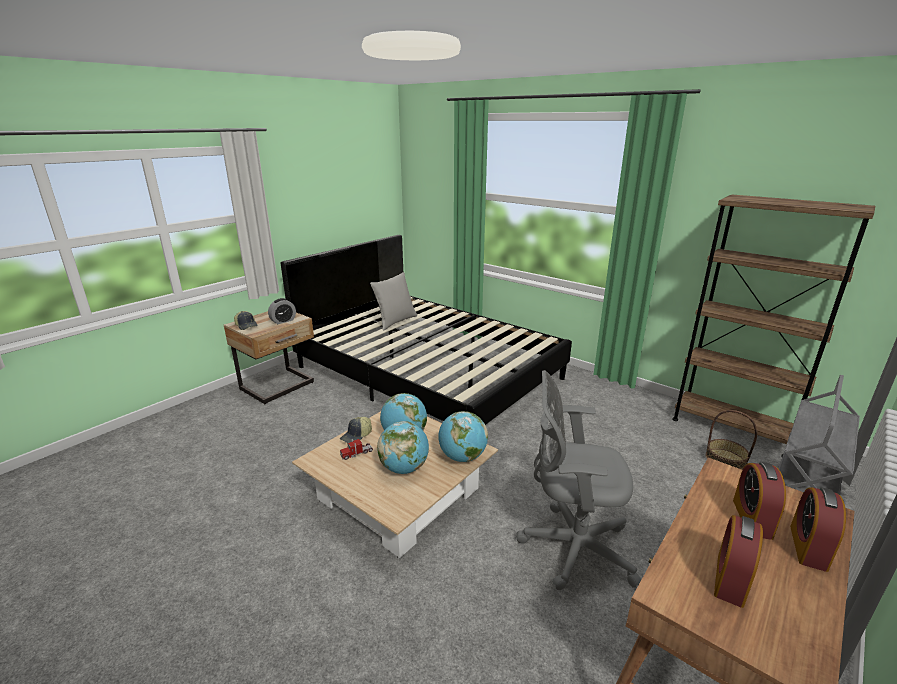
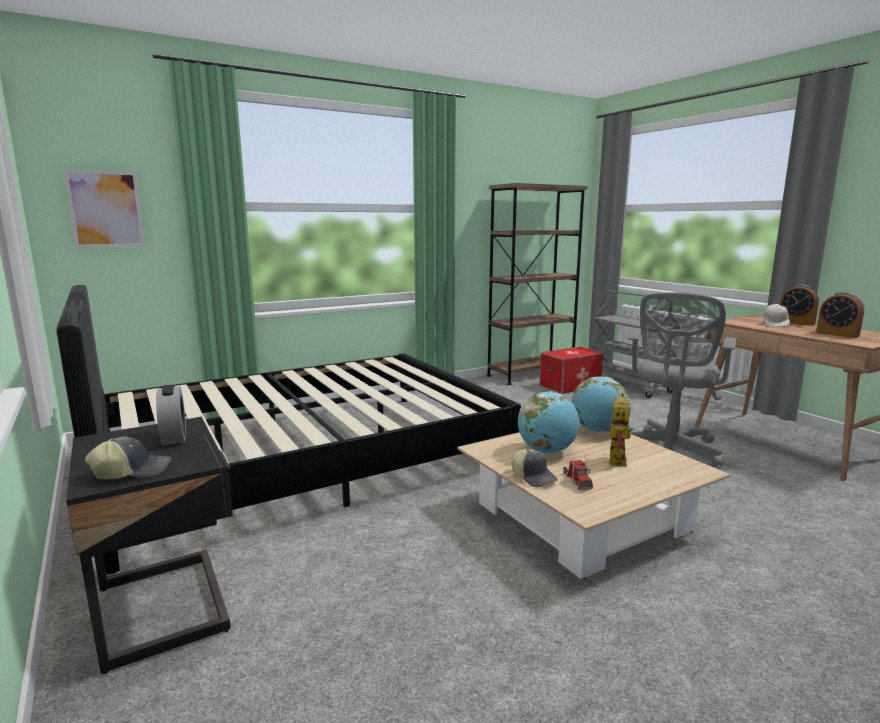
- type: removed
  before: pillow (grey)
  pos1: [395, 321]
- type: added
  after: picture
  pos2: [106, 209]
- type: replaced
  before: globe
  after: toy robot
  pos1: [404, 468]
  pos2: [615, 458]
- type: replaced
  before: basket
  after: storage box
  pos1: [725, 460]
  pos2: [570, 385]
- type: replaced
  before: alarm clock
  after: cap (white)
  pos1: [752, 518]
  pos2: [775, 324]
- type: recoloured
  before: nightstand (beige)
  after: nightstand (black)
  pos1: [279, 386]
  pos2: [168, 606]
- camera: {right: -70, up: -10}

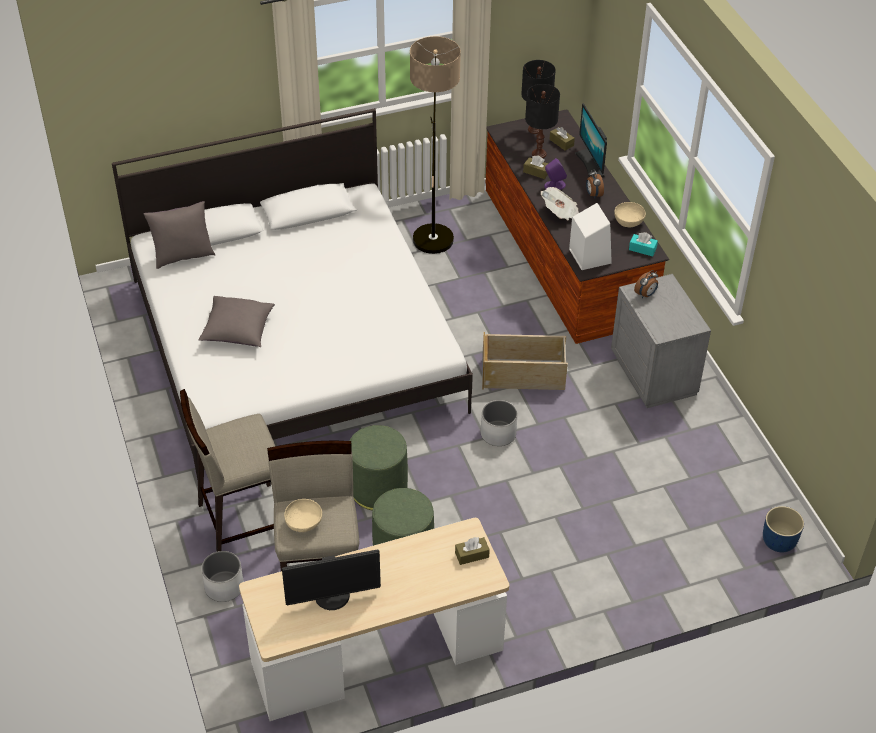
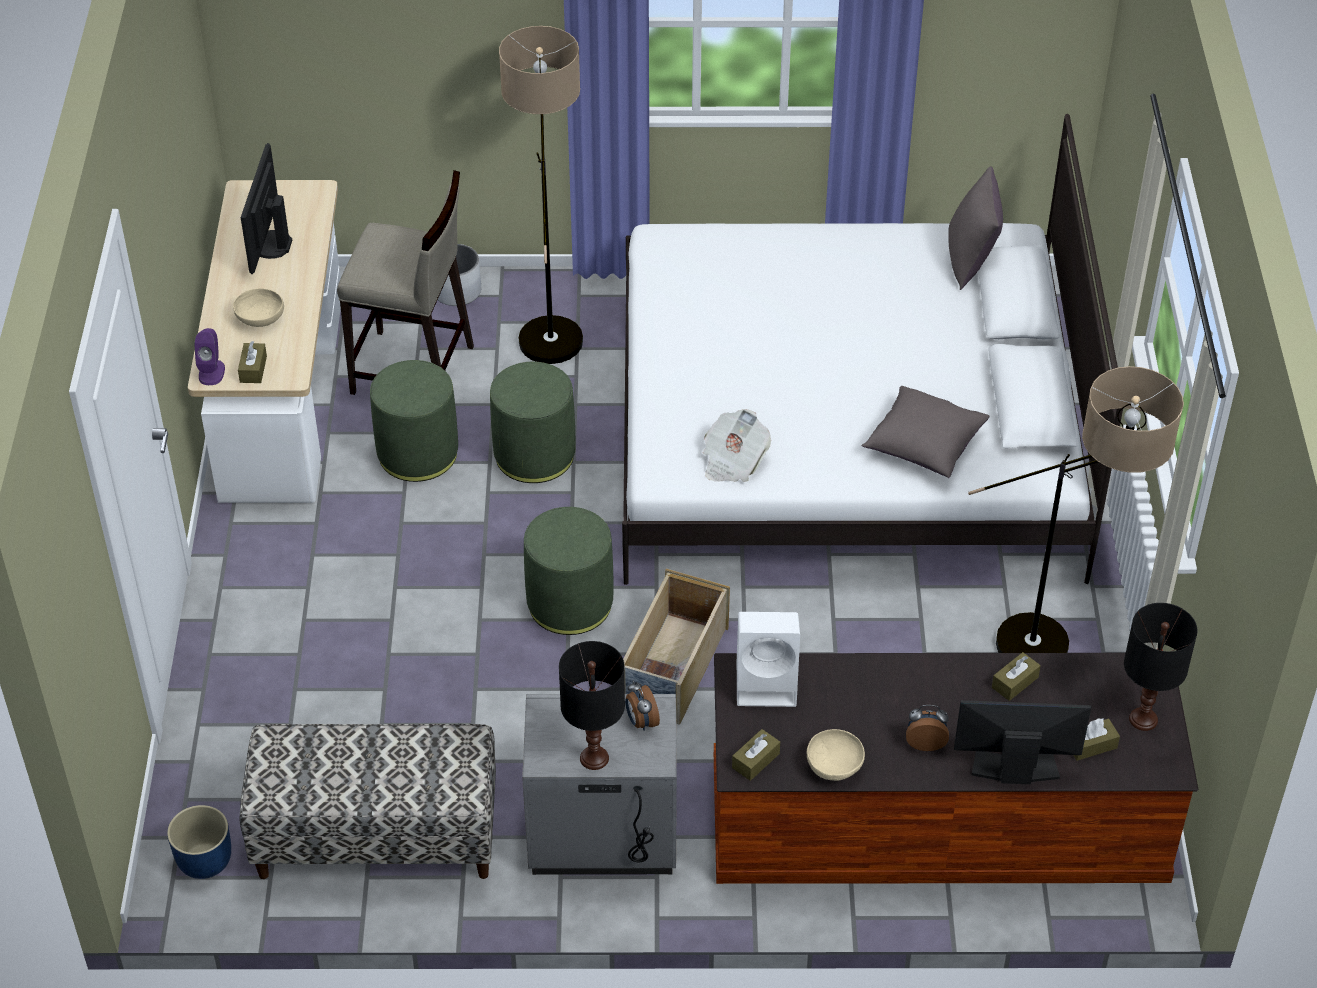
- type: added
  after: bench
  pos2: [376, 838]
- type: moved
  before: pillow (grey)
  pos1: [237, 331]
  pos2: [923, 445]
- type: moved
  before: bowl (beige)
  pos1: [304, 523]
  pos2: [260, 319]
- type: moved
  before: table lamp (black)
  pos1: [539, 154]
  pos2: [594, 758]
- type: moved
  before: newspaper
  pos1: [561, 213]
  pos2: [733, 461]
- type: moved
  before: speaker (purple)
  pos1: [554, 185]
  pos2: [211, 372]
- type: replaced
  before: stool (beige)
  after: floor lamp
  pos1: [242, 519]
  pos2: [550, 324]
- type: replaced
  before: planter (white)
  after: ottoman (green)
  pos1: [498, 434]
  pos2: [569, 603]
- type: recoloured
  before: tissue box (turquoise)
  after: tissue box (brown)
  pos1: [642, 249]
  pos2: [755, 760]
- camera: {right: 110, up: 0}

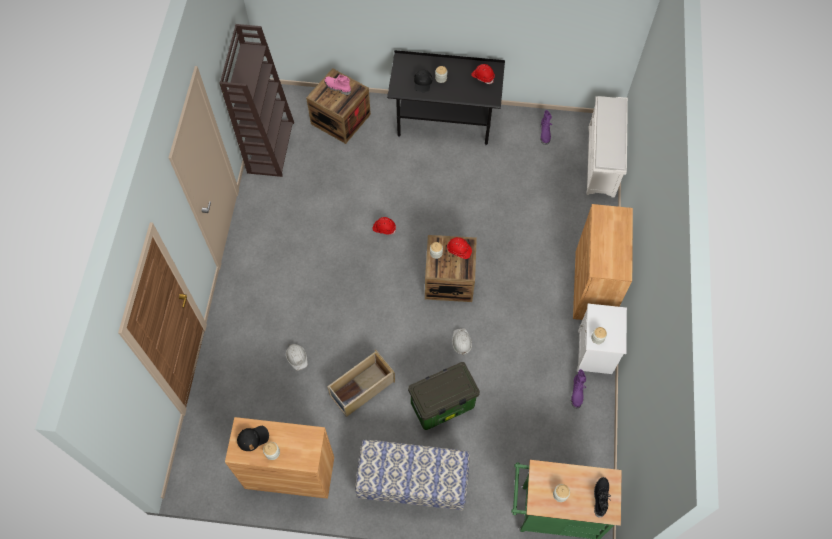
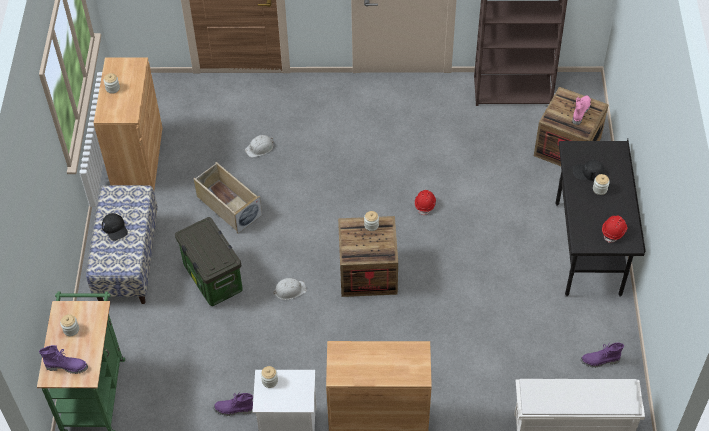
- type: removed
  before: hard hat (red)
  pos1: [459, 250]
- type: moved
  before: cap (black)
  pos1: [253, 438]
  pos2: [115, 228]
- type: recoloured
  before: boot (black)
  after: boot (purple)
  pos1: [600, 497]
  pos2: [67, 366]
- camera: {right: 85, up: -10}

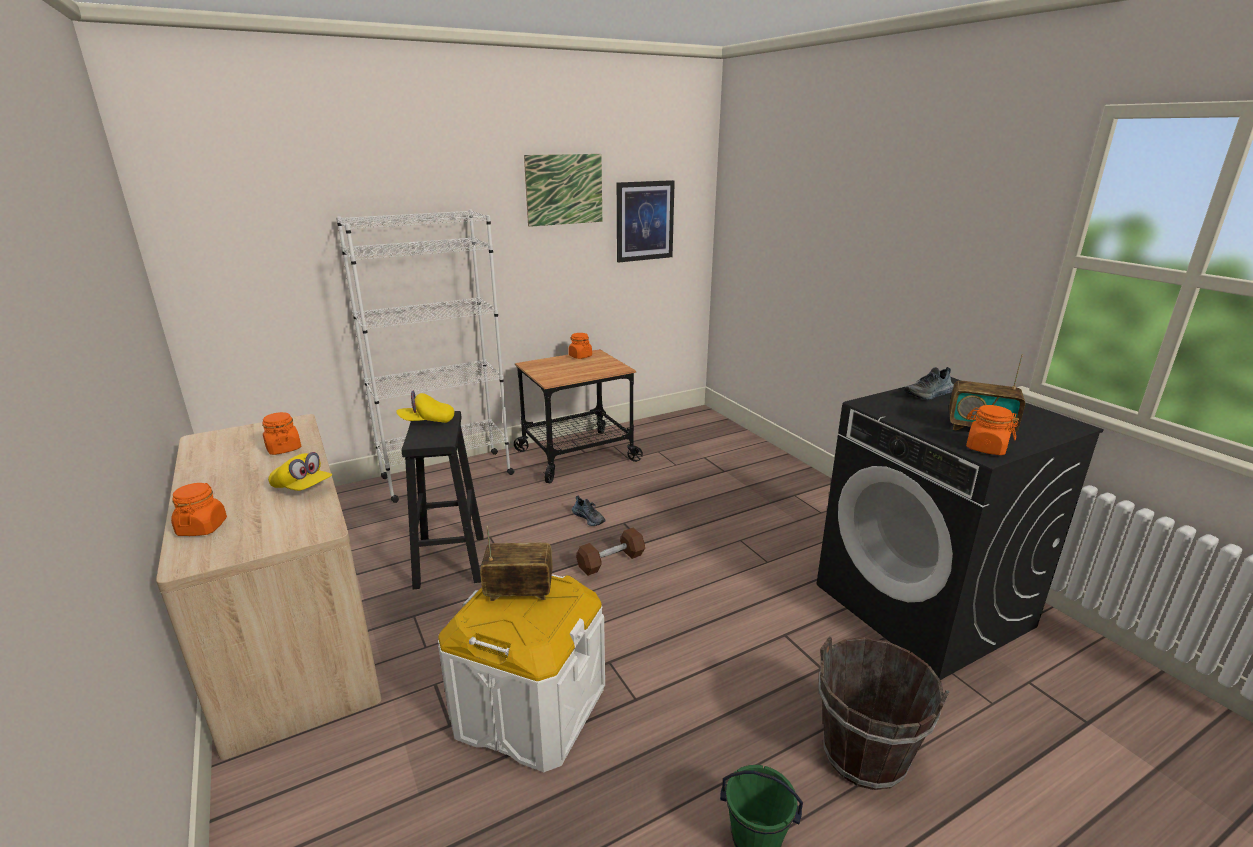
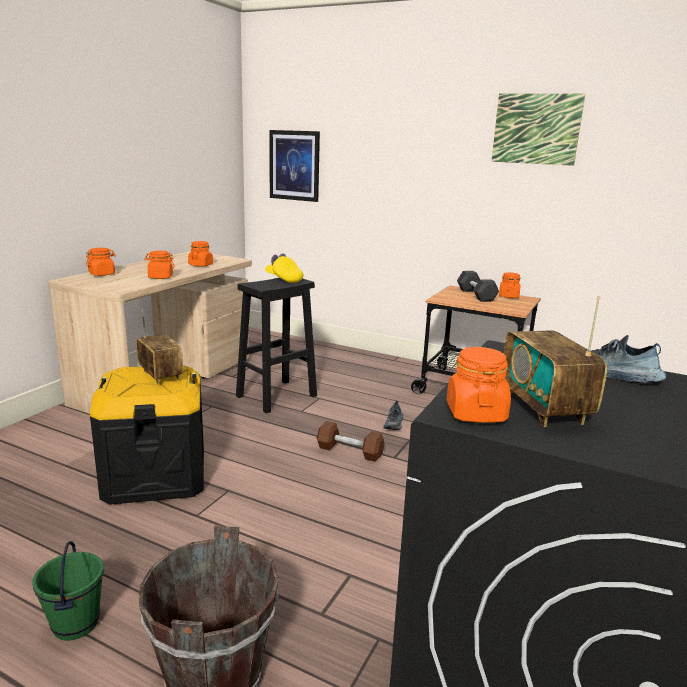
- type: removed
  before: bookcase (white)
  pos1: [447, 476]
- type: added
  after: dumbbell (black)
  pos2: [476, 295]
- type: moved
  before: picture
  pos1: [644, 221]
  pos2: [294, 165]
- type: replaced
  before: cap (yellow)
  after: jar (orange)
  pos1: [303, 488]
  pos2: [160, 277]
- type: recoloured
  before: storage box (white)
  after: storage box (black)
  pos1: [529, 709]
  pos2: [155, 475]
- camera: {right: 55, up: -5}

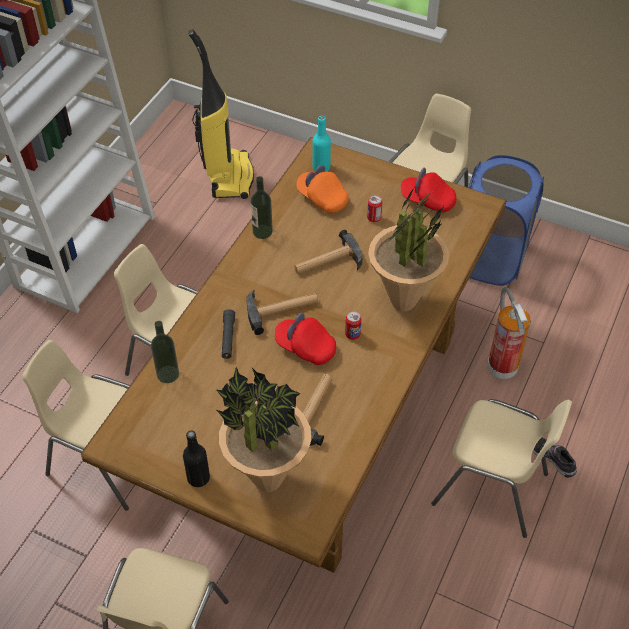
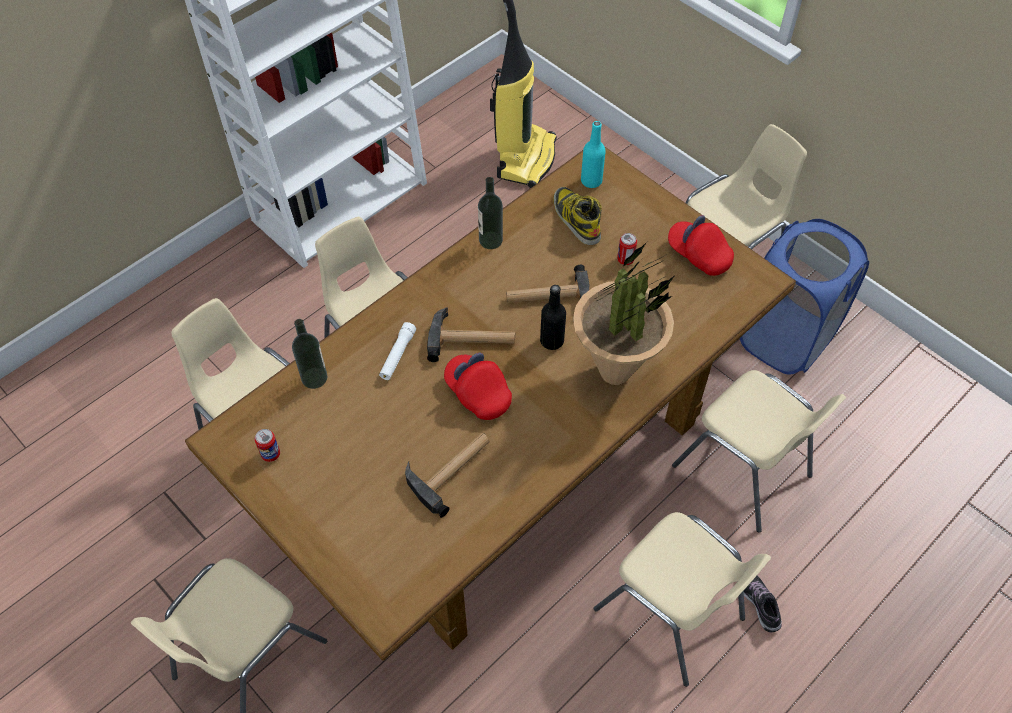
- type: removed
  before: potted plant
  pos1: [267, 479]
- type: moved
  before: bottle (black)
  pos1: [198, 478]
  pos2: [552, 341]
- type: moved
  before: can
  pos1: [352, 334]
  pos2: [270, 454]
- type: replaced
  before: cap (orange)
  after: boot
  pos1: [322, 198]
  pos2: [575, 219]
- type: replaced
  before: fire extinguisher
  after: chair (beige)
  pos1: [501, 367]
  pos2: [743, 471]
- type: recoloured
  before: flashlight (black)
  after: flashlight (white)
  pos1: [228, 337]
  pos2: [397, 355]
- camera: {right: 20, up: 5}

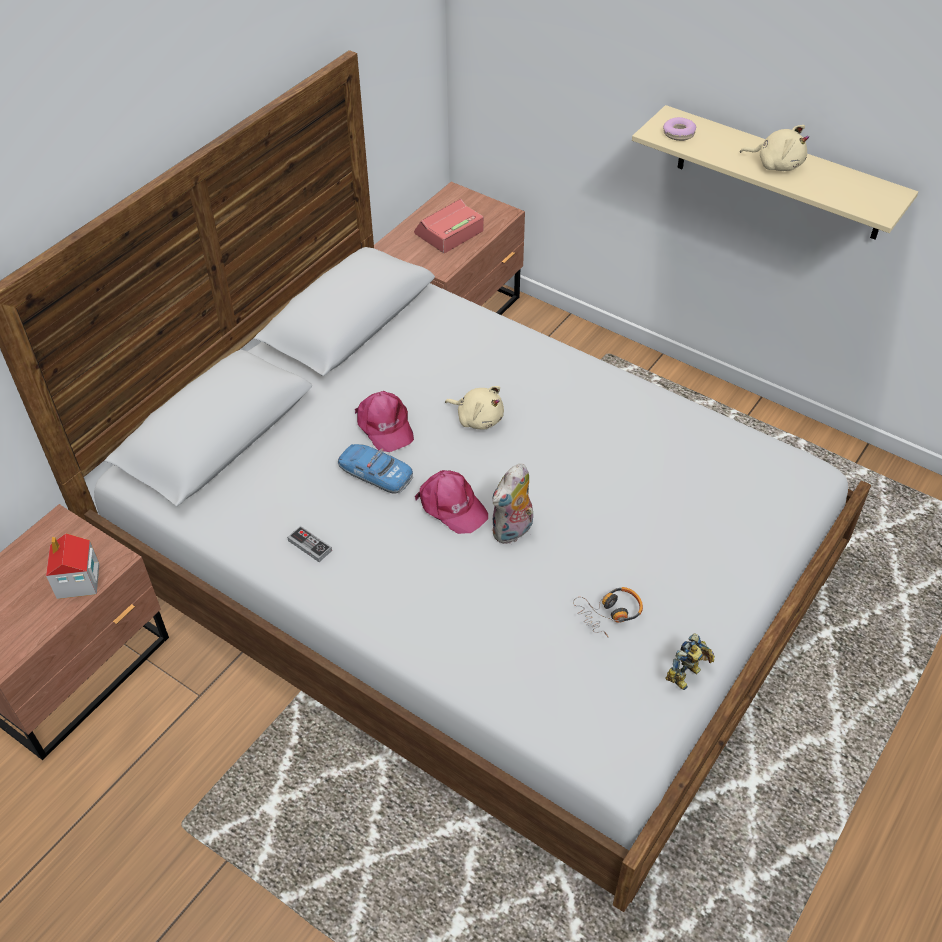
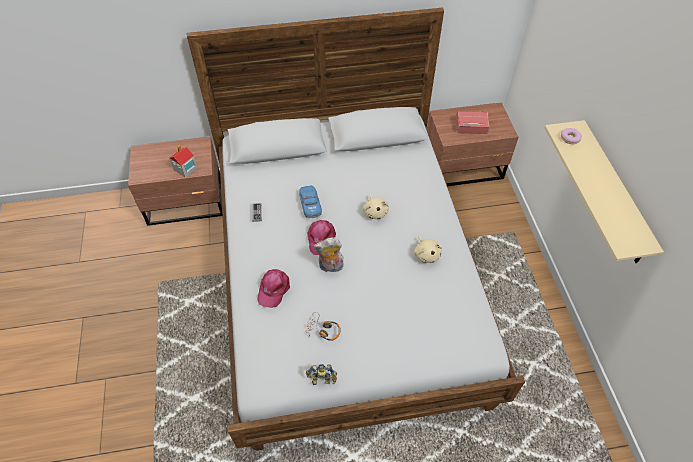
- type: moved
  before: cap (pink)
  pos1: [384, 426]
  pos2: [273, 289]
- type: moved
  before: plush toy (beige)
  pos1: [776, 164]
  pos2: [426, 254]
- camera: {right: 45, up: 5}

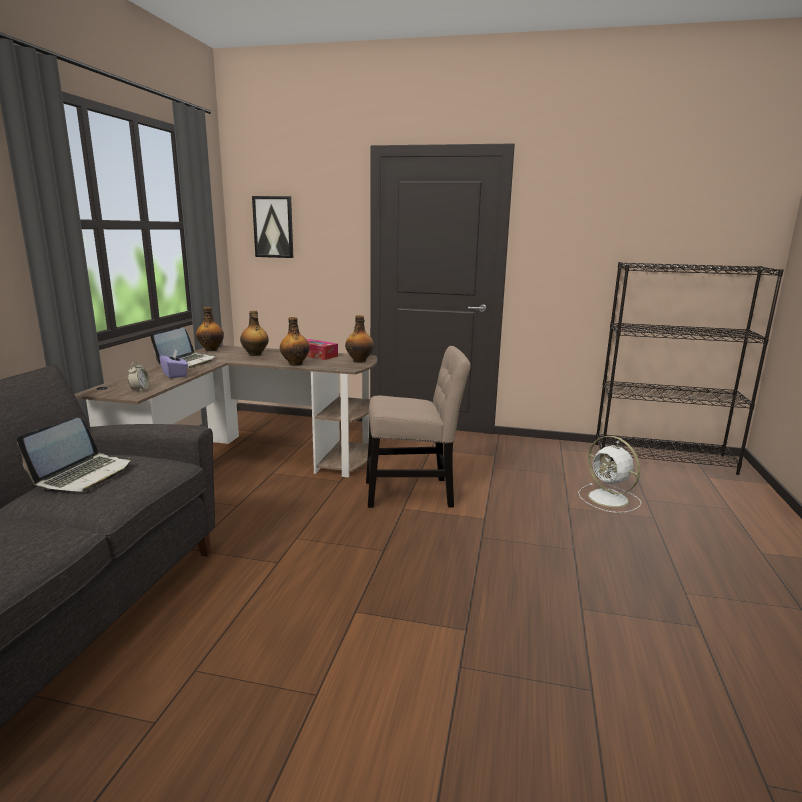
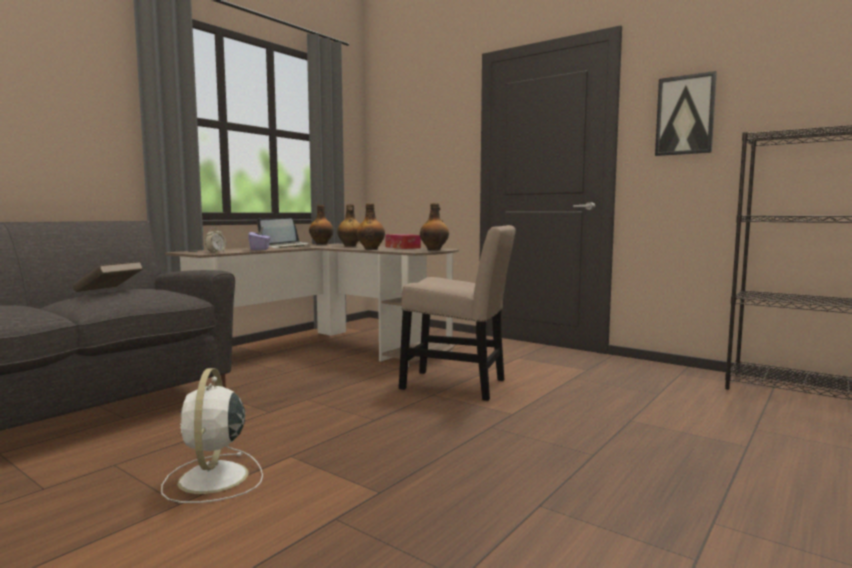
- type: moved
  before: picture
  pos1: [273, 227]
  pos2: [685, 115]
- type: moved
  before: fan (white)
  pos1: [609, 499]
  pos2: [213, 479]
- type: replaced
  before: laptop
  after: book (brown)
  pos1: [84, 475]
  pos2: [109, 291]
- camera: {right: 25, up: -10}

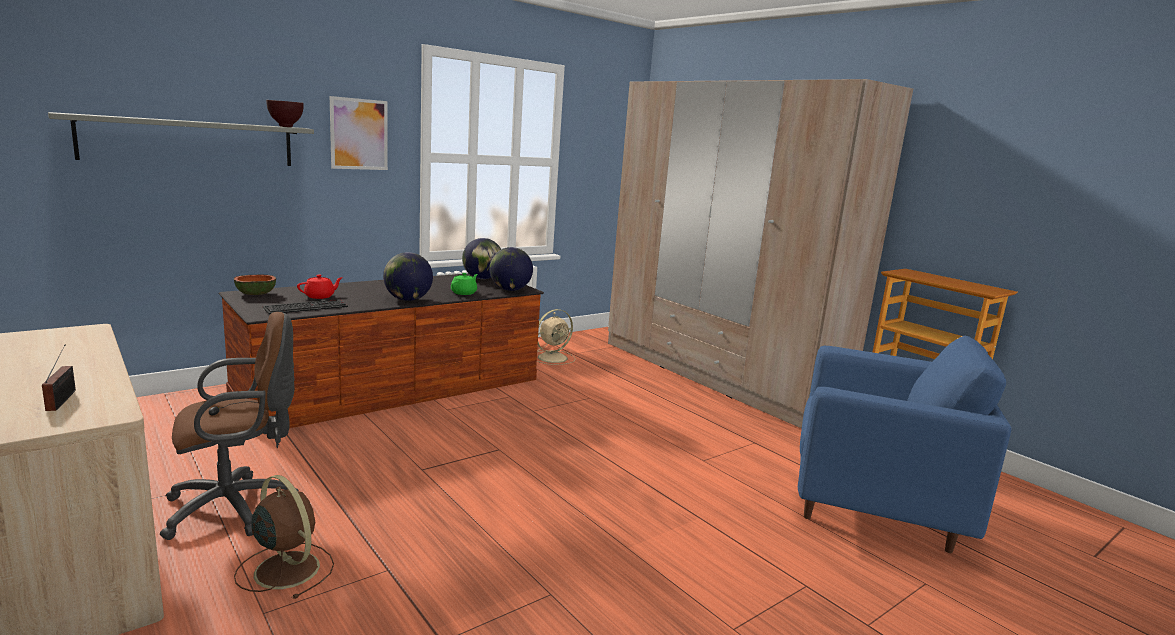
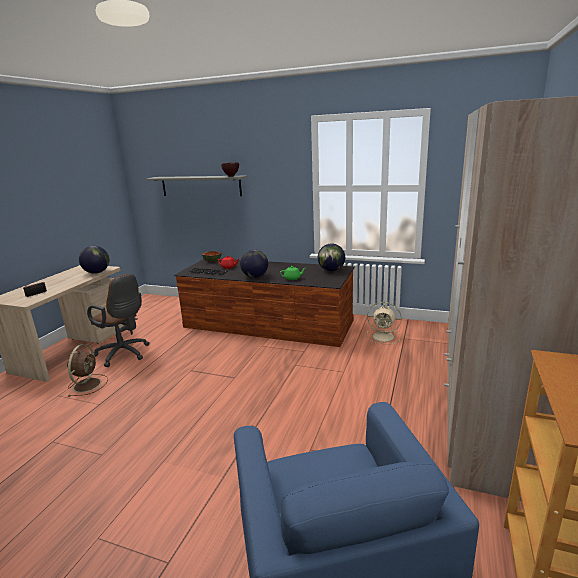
- type: removed
  before: picture
  pos1: [359, 134]
- type: moved
  before: globe
  pos1: [510, 290]
  pos2: [97, 272]
- camera: {right: 60, up: 5}

